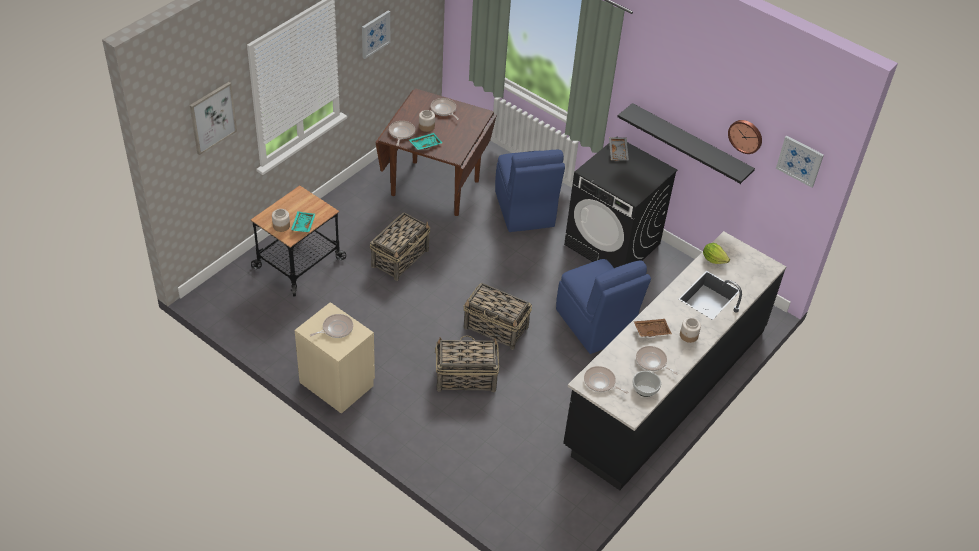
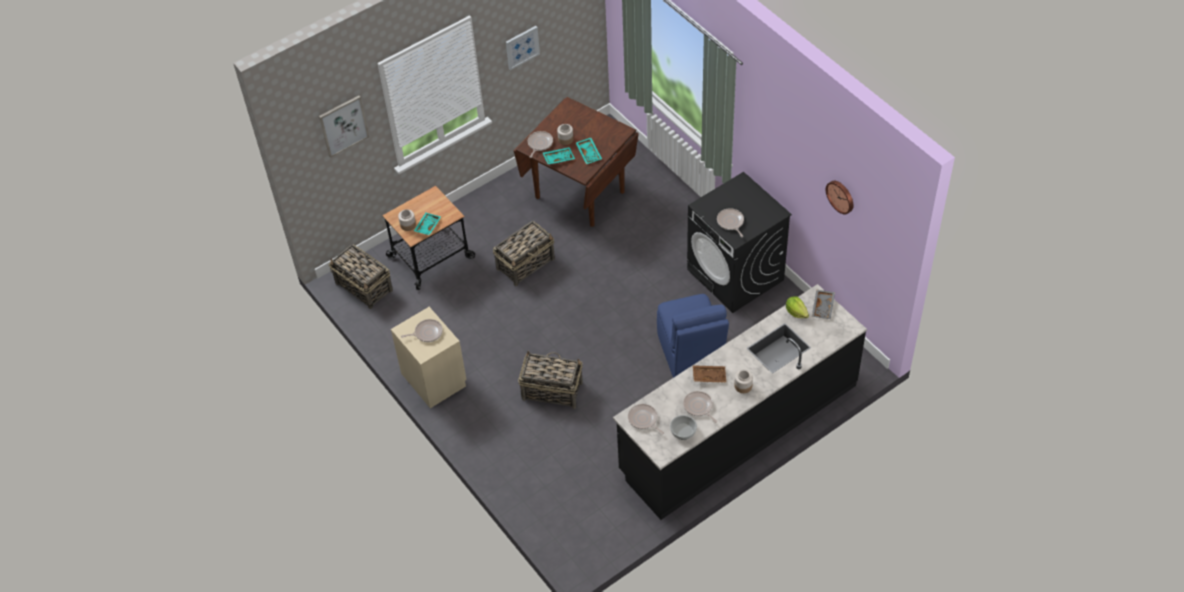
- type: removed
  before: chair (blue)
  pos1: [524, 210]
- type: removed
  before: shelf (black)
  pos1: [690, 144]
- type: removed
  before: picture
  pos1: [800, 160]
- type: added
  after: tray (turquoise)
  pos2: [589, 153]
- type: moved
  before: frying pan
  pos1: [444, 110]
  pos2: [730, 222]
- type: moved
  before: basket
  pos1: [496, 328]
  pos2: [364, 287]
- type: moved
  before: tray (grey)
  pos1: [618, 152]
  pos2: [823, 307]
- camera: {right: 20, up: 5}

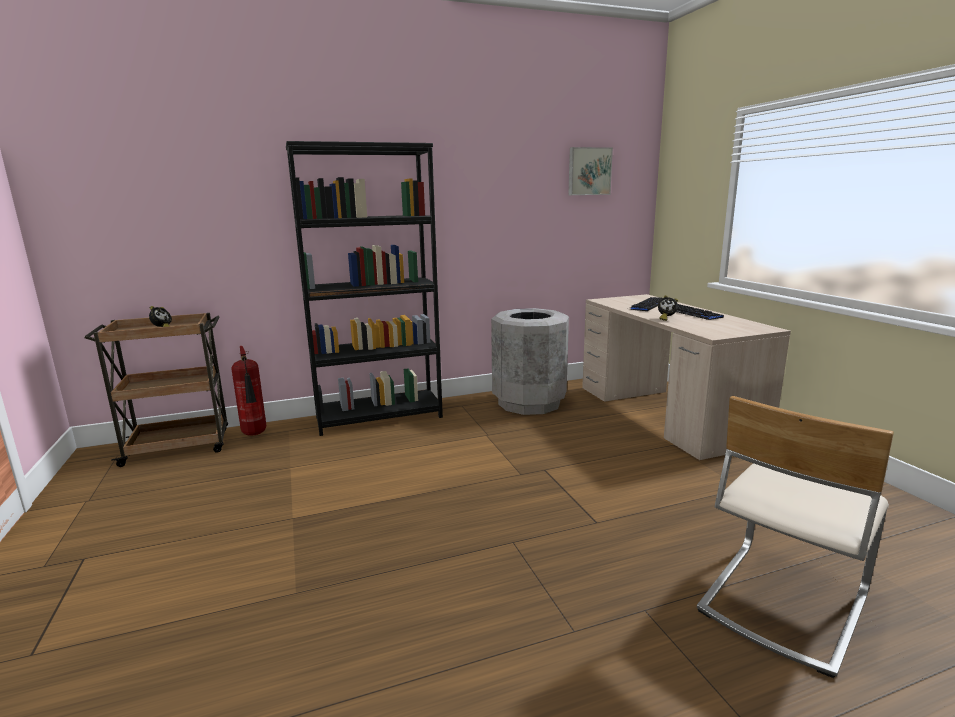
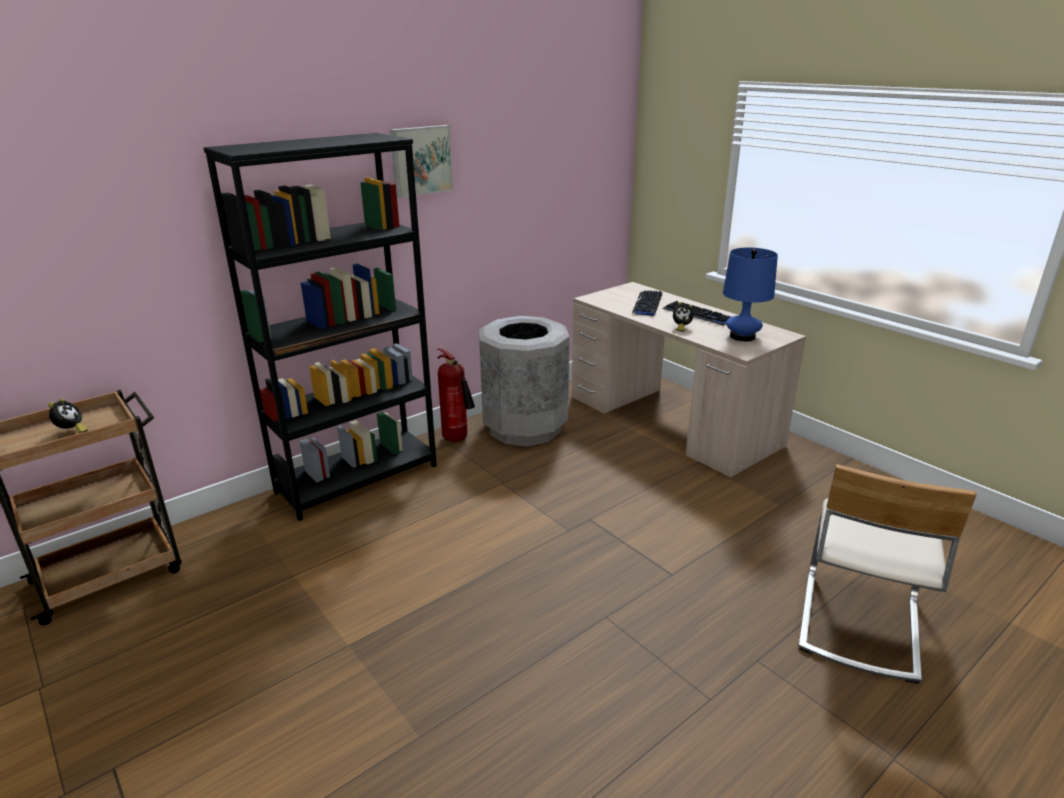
- type: added
  after: table lamp (blue)
  pos2: [742, 336]
- type: moved
  before: fire extinguisher
  pos1: [255, 434]
  pos2: [458, 439]
- type: moved
  before: picture
  pos1: [589, 171]
  pos2: [420, 160]
- camera: {right: -20, up: 10}

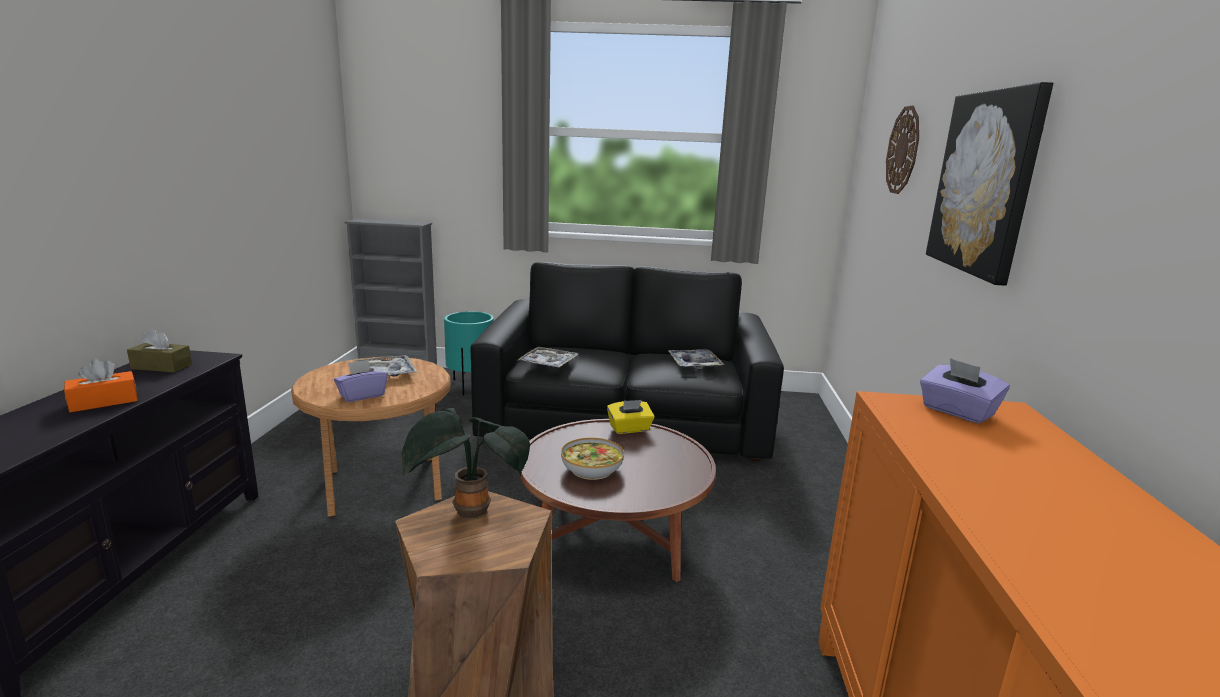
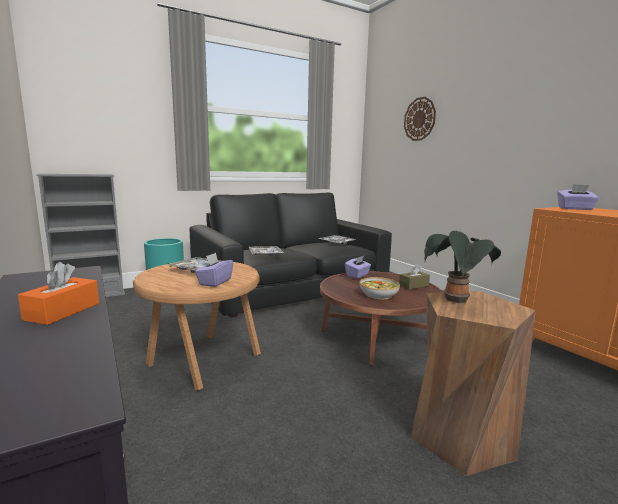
- type: removed
  before: picture
  pos1: [985, 183]
- type: moved
  before: tissue box (brown)
  pos1: [161, 366]
  pos2: [413, 285]
- type: recoloured
  before: tissue box (yellow)
  after: tissue box (purple)
  pos1: [629, 429]
  pos2: [357, 275]
- camera: {right: -35, up: -5}

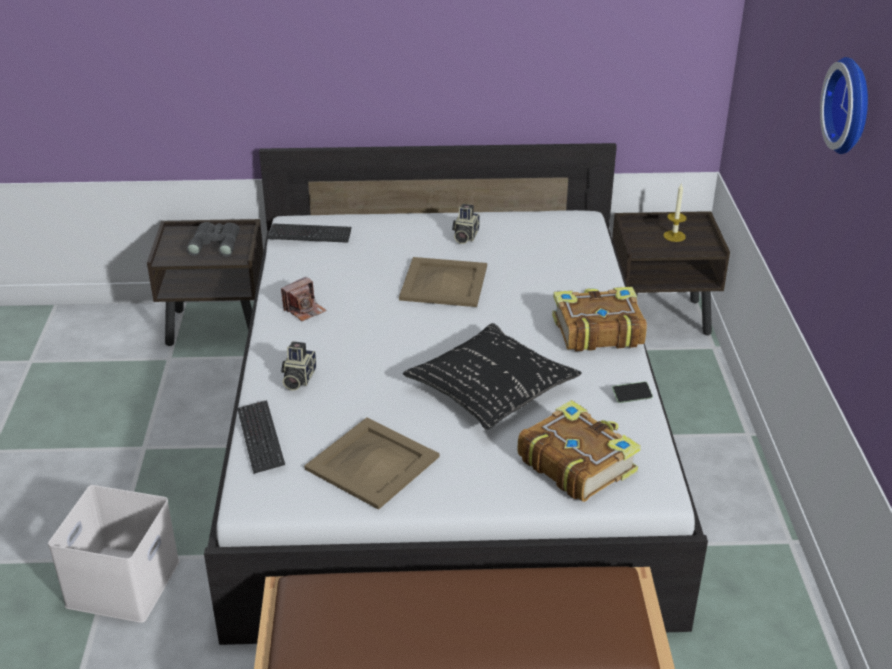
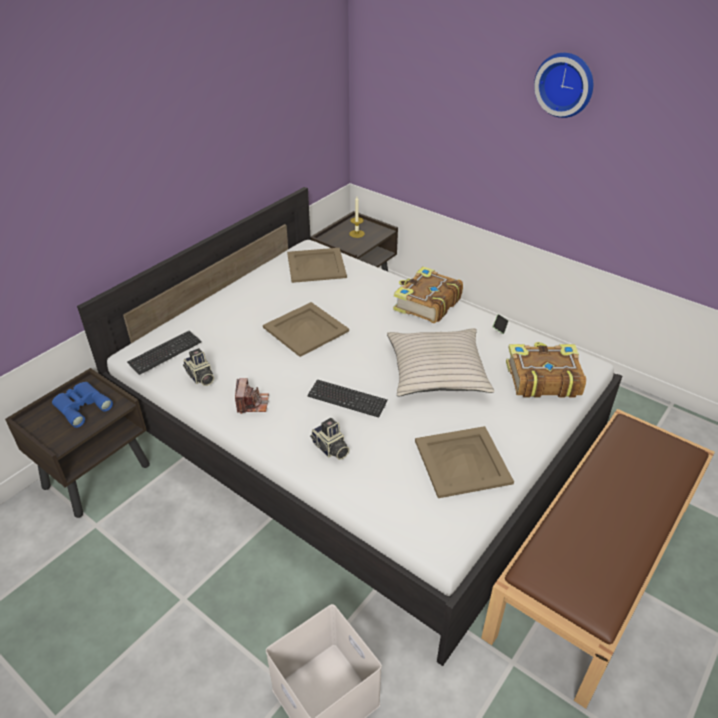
- type: added
  after: tray (beige)
  pos2: [316, 266]
- type: moved
  before: keyboard
  pos1: [260, 438]
  pos2: [347, 399]
- type: moved
  before: photo camera
  pos1: [464, 236]
  pos2: [200, 377]
- type: recoloured
  before: binoculars (grey)
  after: binoculars (blue)
  pos1: [216, 243]
  pos2: [81, 406]
- type: recoloured
  before: pillow (black)
  after: pillow (beige)
  pos1: [490, 388]
  pos2: [437, 371]
- camera: {right: -50, up: 5}

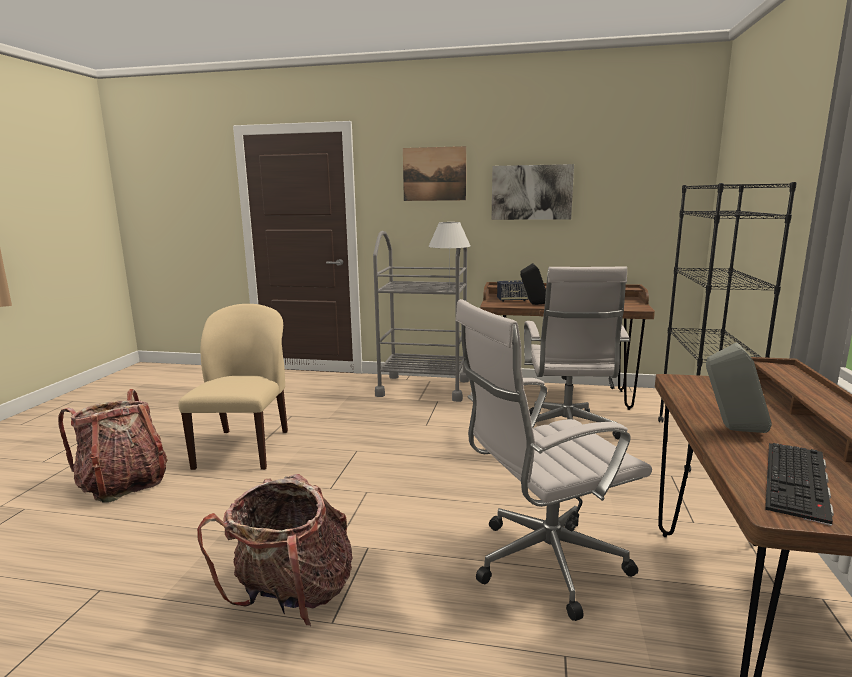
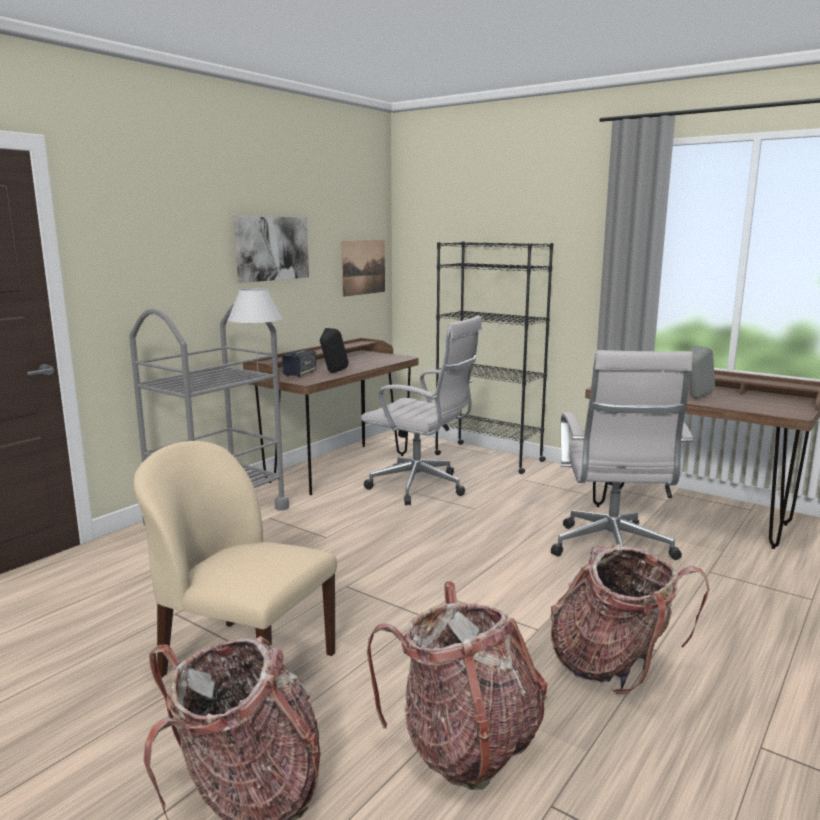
- type: removed
  before: keyboard
  pos1: [799, 481]
- type: added
  after: backpack
  pos2: [464, 745]
- type: moved
  before: picture
  pos1: [434, 174]
  pos2: [363, 267]
- camera: {right: -65, up: 0}

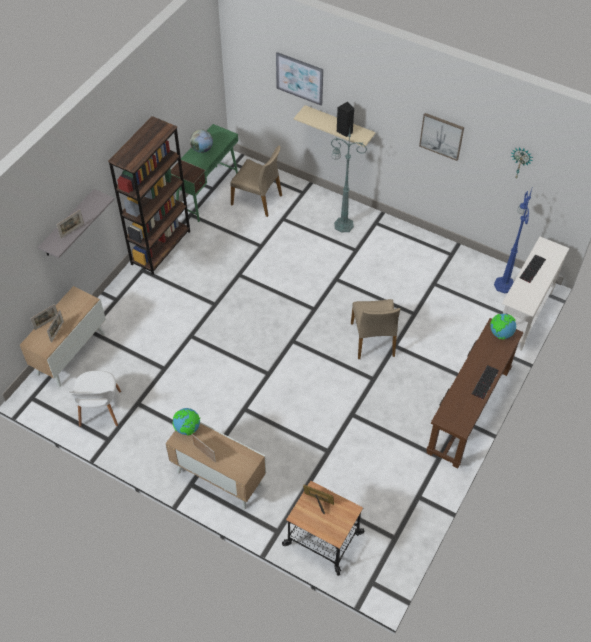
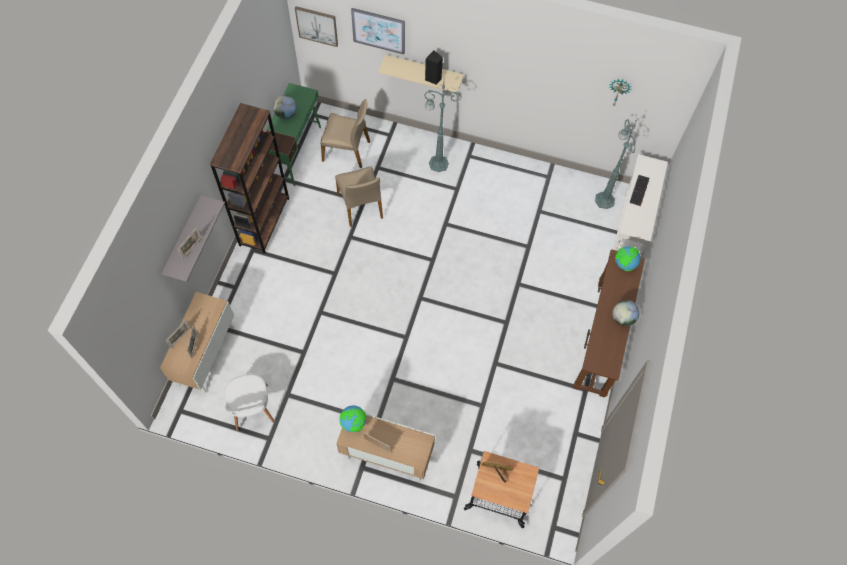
- type: moved
  before: chair (beige)
  pos1: [373, 340]
  pos2: [360, 206]
- type: moved
  before: picture
  pos1: [441, 136]
  pos2: [317, 25]
- type: replaced
  before: keyboard
  after: globe
  pos1: [485, 383]
  pos2: [622, 318]
- type: recoloured
  before: floor lamp (blue)
  after: floor lamp (green)
  pos1: [504, 284]
  pos2: [604, 199]
- camera: {right: -15, up: 10}

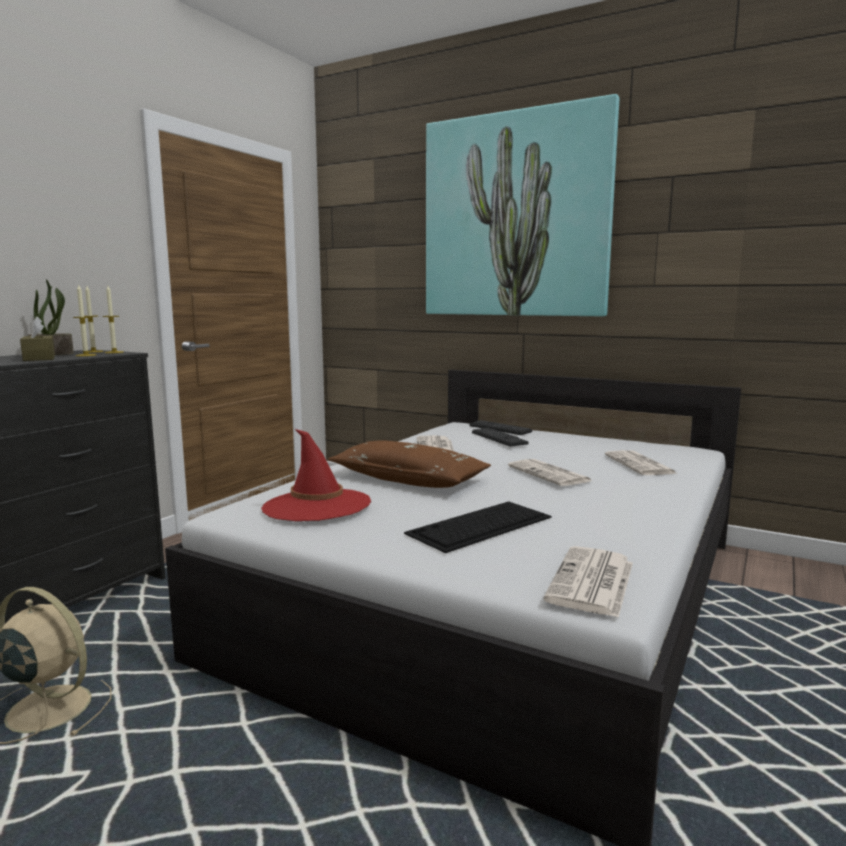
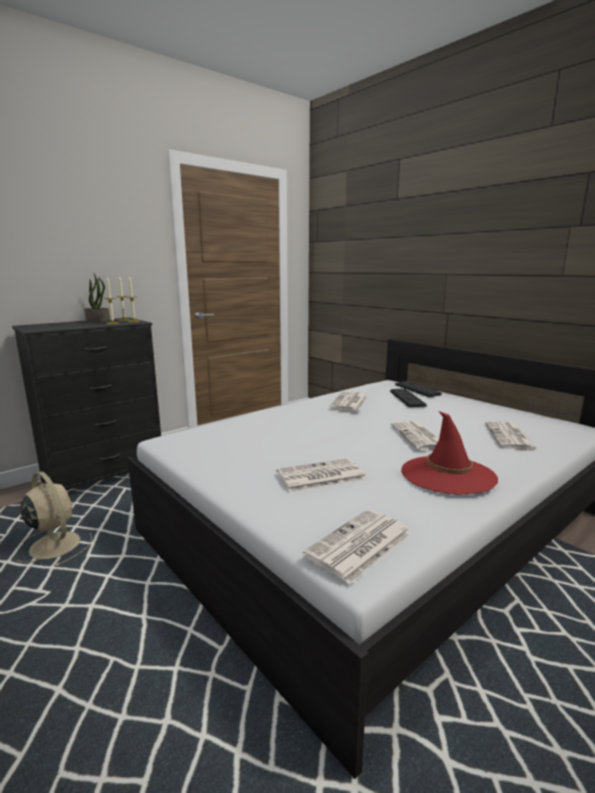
- type: removed
  before: tissue box (brown)
  pos1: [39, 358]
- type: removed
  before: pillow (brown)
  pos1: [408, 479]
- type: removed
  before: picture
  pos1: [515, 217]
- type: moved
  before: hat (red)
  pos1: [316, 506]
  pos2: [447, 475]
- type: replaced
  before: keyboard
  after: newspaper
  pos1: [479, 525]
  pos2: [320, 476]
- camera: {right: 20, up: 5}

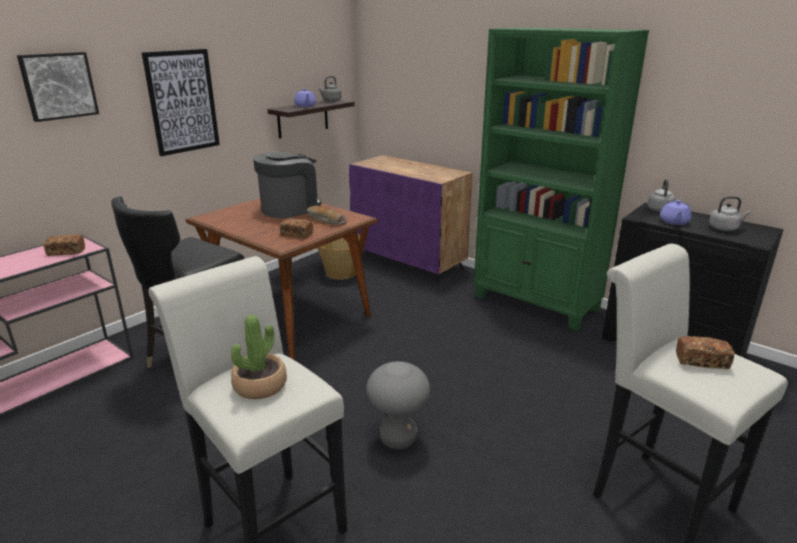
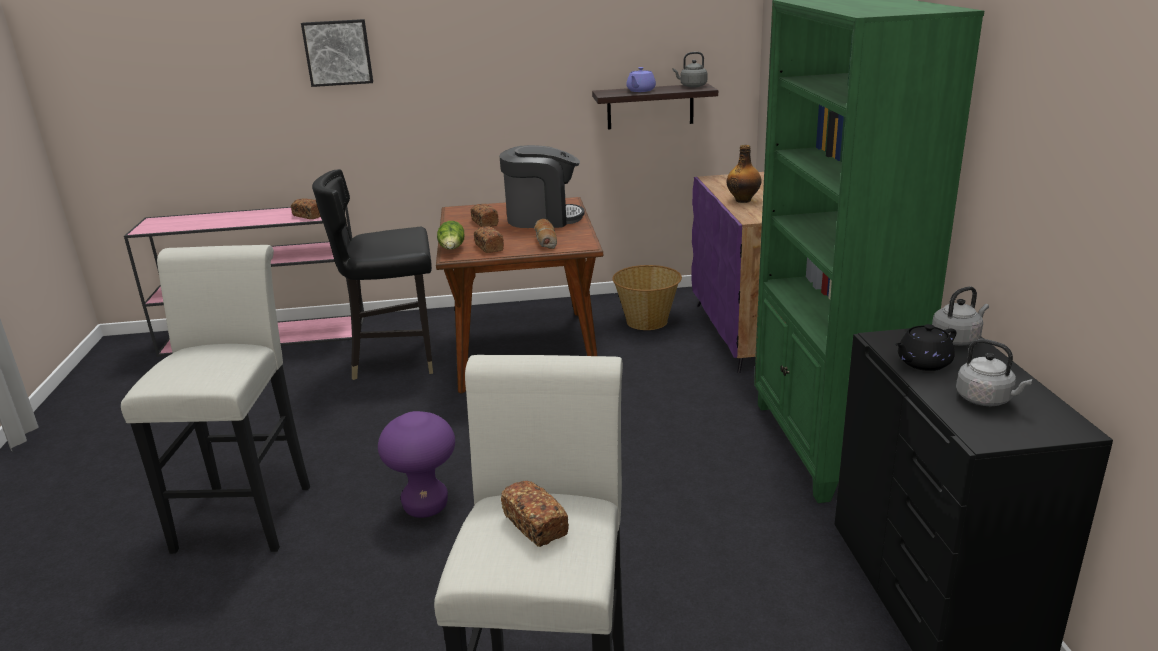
- type: removed
  before: picture
  pos1: [182, 102]
- type: removed
  before: potted plant
  pos1: [260, 385]
- type: added
  after: lettuce
  pos2: [452, 249]
- type: added
  after: bread
  pos2: [484, 223]
- type: added
  after: bottle
  pos2: [743, 200]
- type: recoloured
  before: stool (grey)
  after: stool (purple)
  pos1: [398, 439]
  pos2: [425, 507]
- type: recoloured
  before: teapot (purple)
  after: teapot (black)
  pos1: [674, 222]
  pos2: [922, 363]
- camera: {right: 45, up: 0}

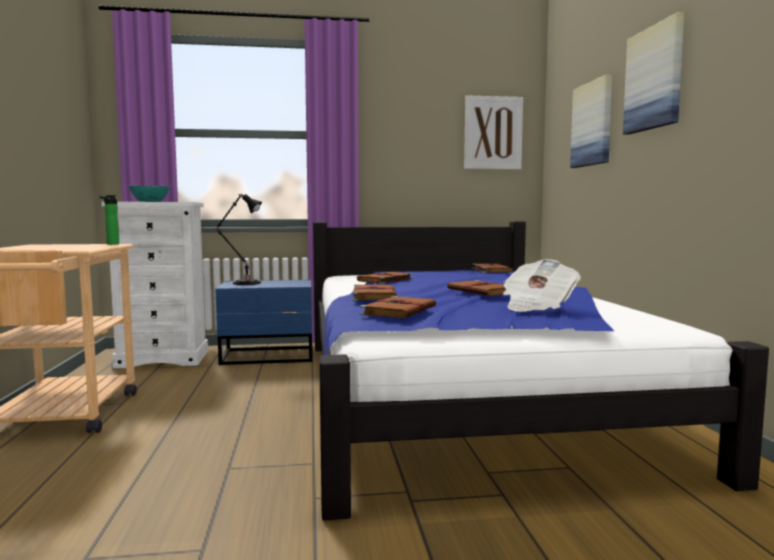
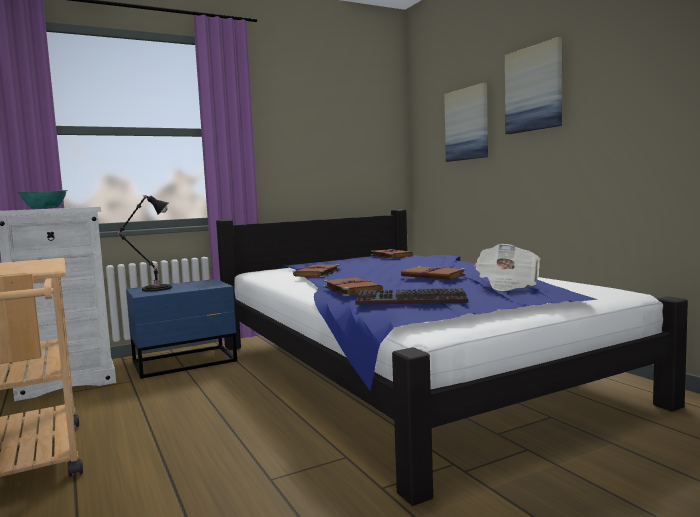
- type: removed
  before: bottle
  pos1: [111, 244]
- type: removed
  before: picture
  pos1: [493, 133]
- type: replaced
  before: book (brown)
  after: keyboard
  pos1: [399, 310]
  pos2: [409, 301]
- camera: {right: -20, up: 0}

